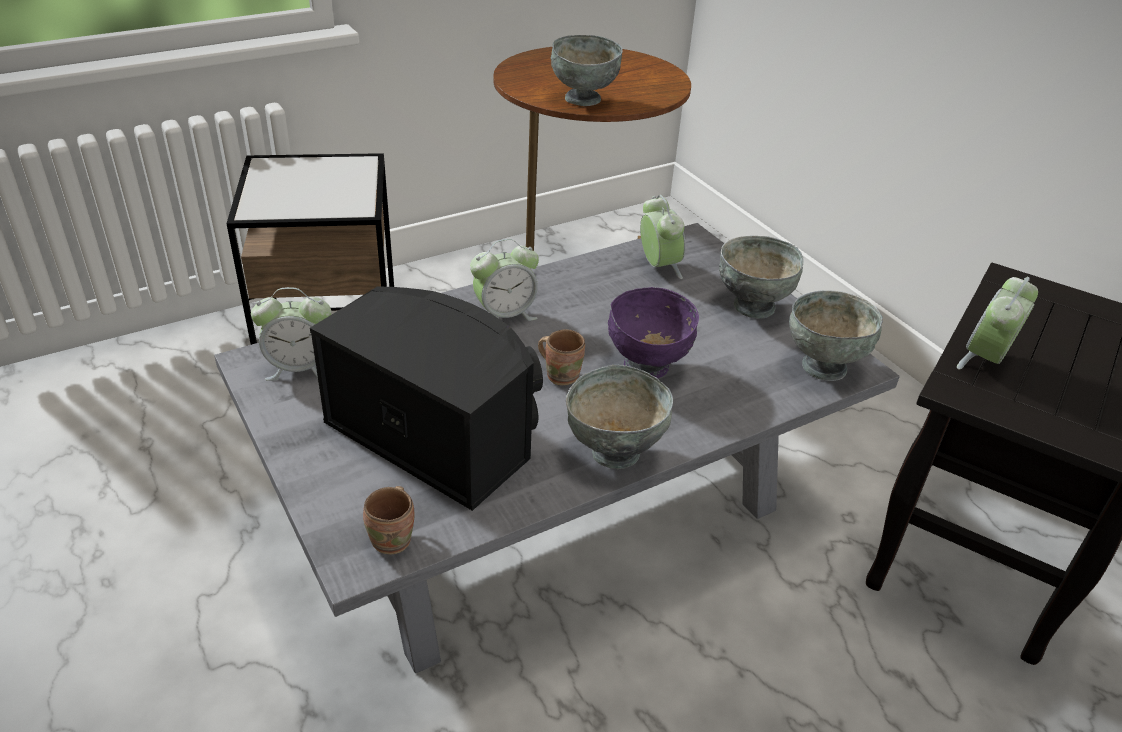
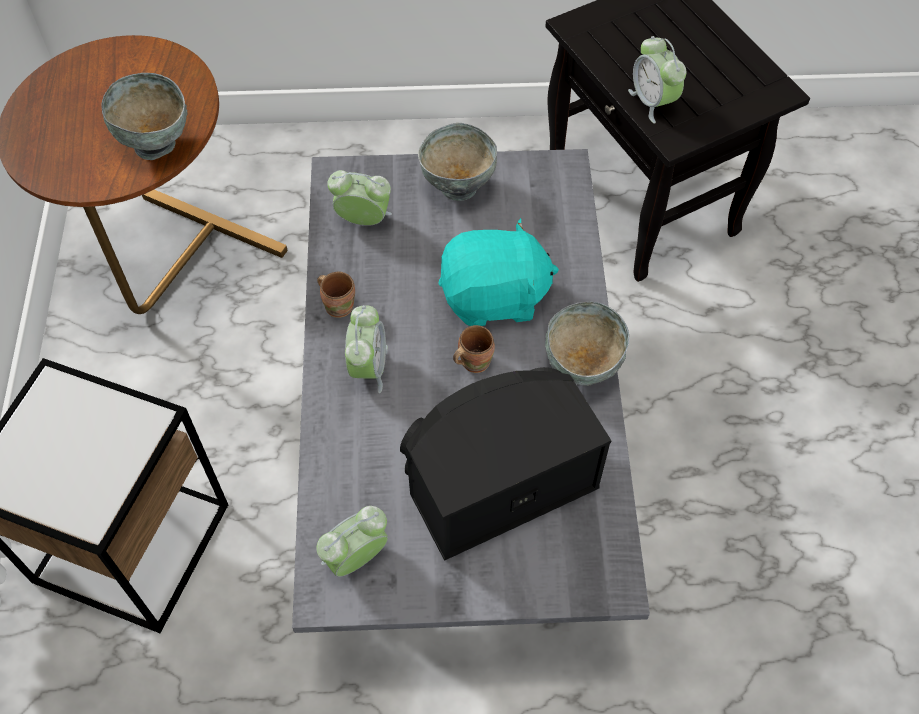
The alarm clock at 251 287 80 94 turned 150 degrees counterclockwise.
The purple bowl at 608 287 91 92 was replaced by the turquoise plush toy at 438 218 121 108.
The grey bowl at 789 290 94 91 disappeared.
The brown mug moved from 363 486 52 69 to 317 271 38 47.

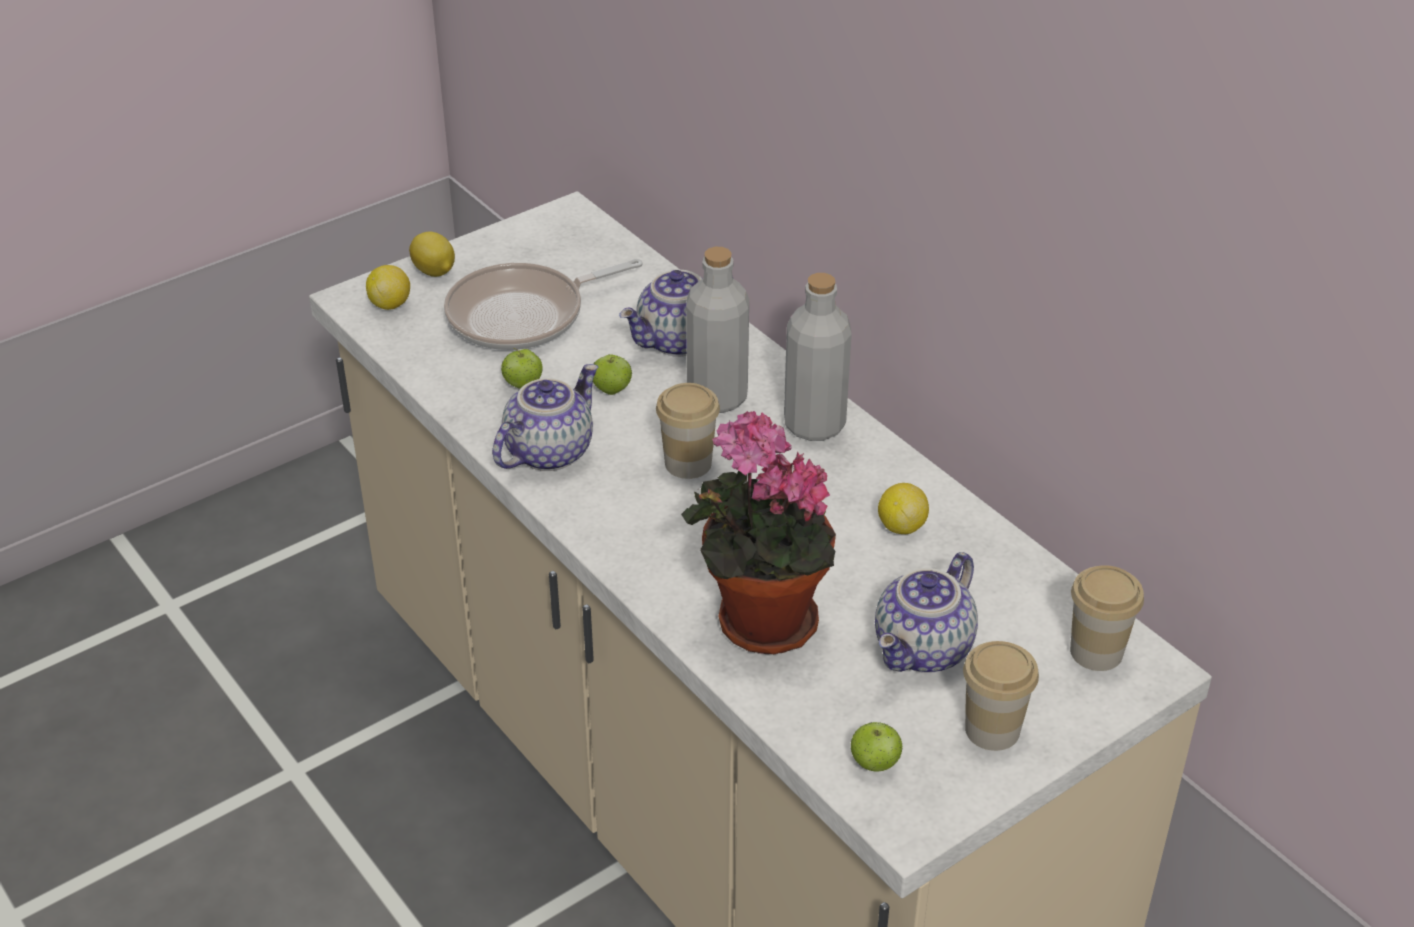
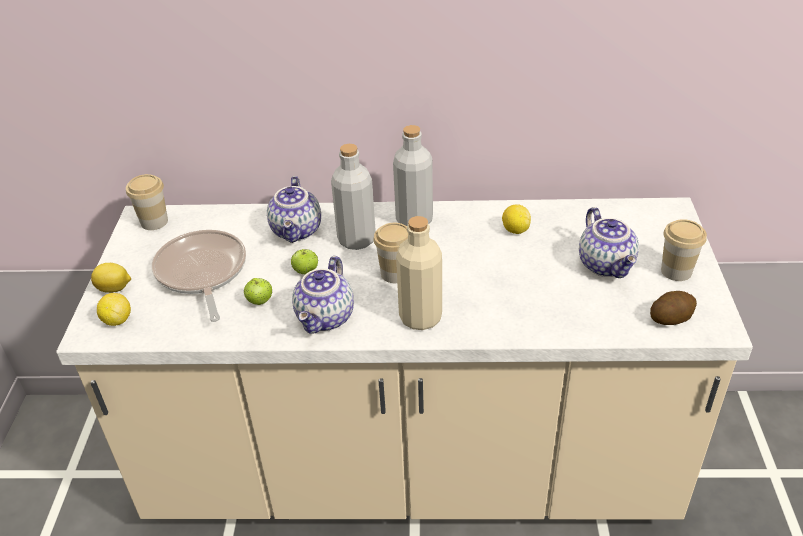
The frying pan at 444 259 199 91 turned 150 degrees clockwise.
The teapot at 492 364 106 107 turned 150 degrees counterclockwise.
The potted plant at 681 411 155 243 disappeared.
The cup moved from 1070 565 74 106 to 126 174 42 56.
The apple at 851 722 51 50 was replaced by the potato at 650 291 47 34.
The beige bottle at 396 216 46 114 appeared.

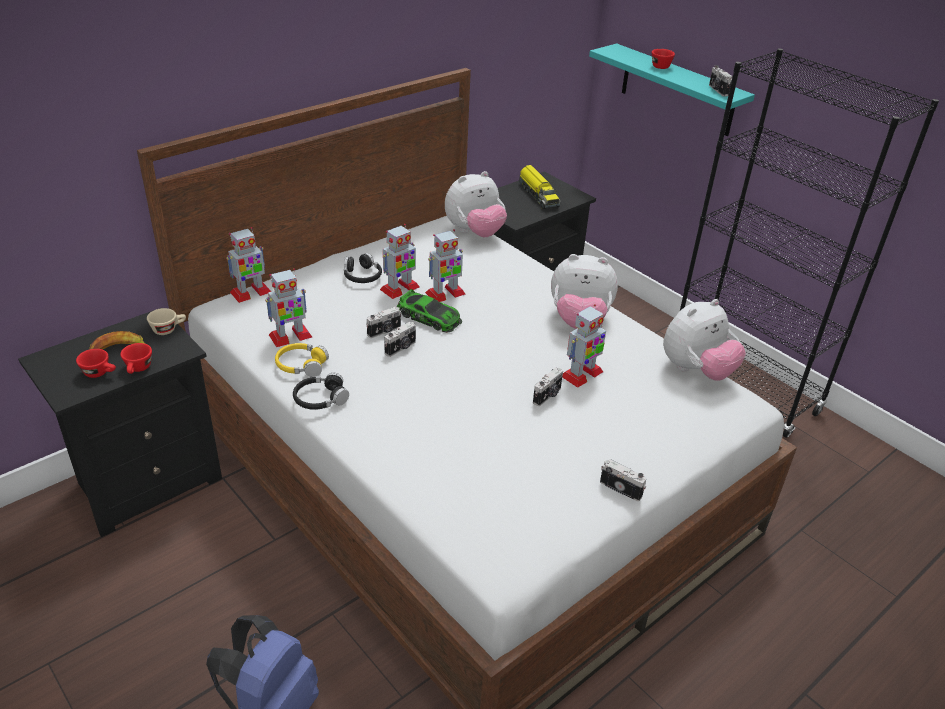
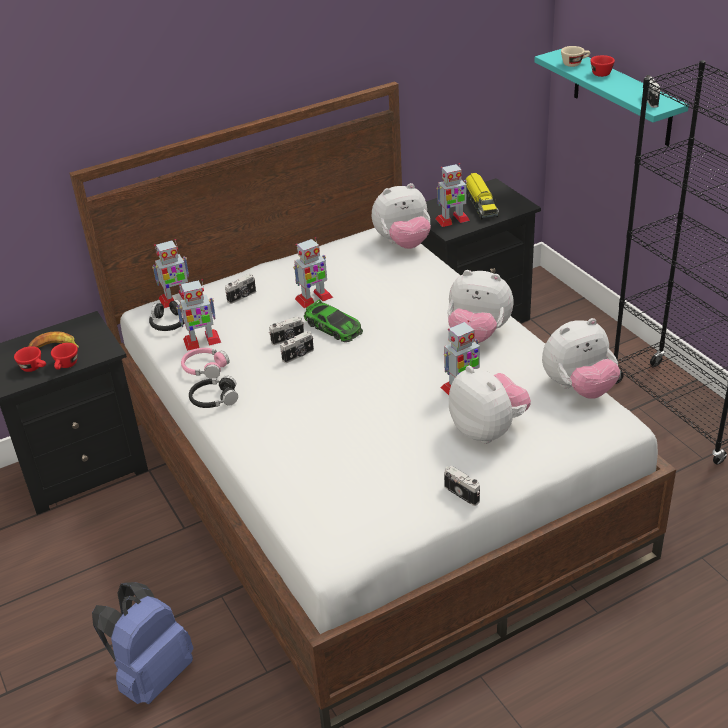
The toy robot moved from 425 229 41 73 to 435 163 35 64.
The black headphones moved from 344 253 38 30 to 149 300 35 31.
The beige cup moved from 147 308 39 27 to 561 46 29 21.
The yellow headphones at 275 343 54 34 became the pink headphones at 181 348 48 31.
The photo camera moved from 533 368 30 38 to 225 274 31 30.
The plush toy at 449 366 82 77 appeared.

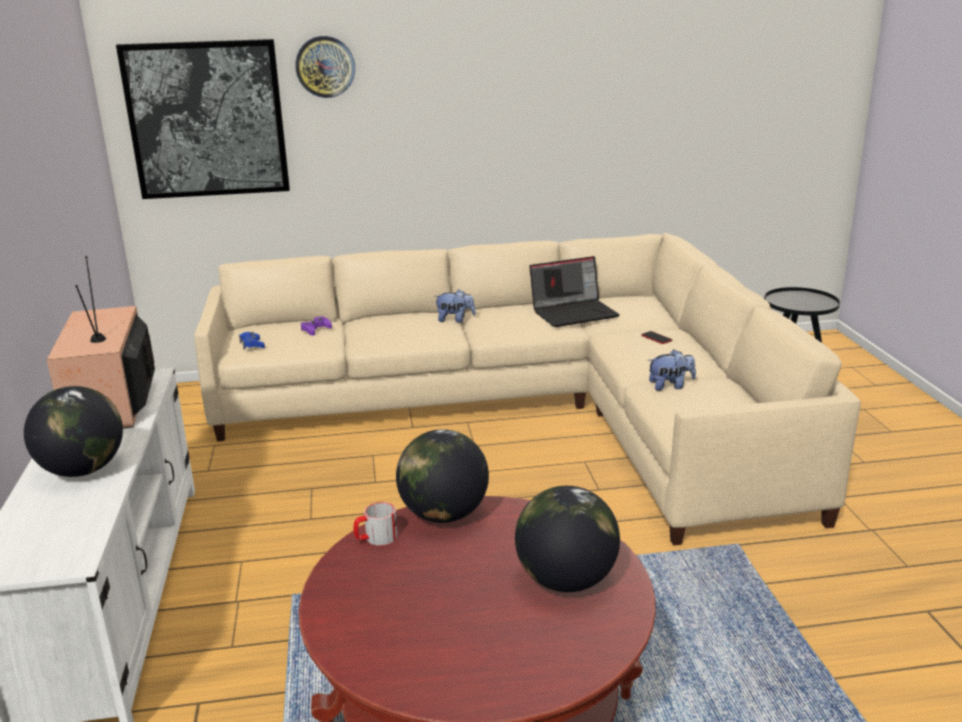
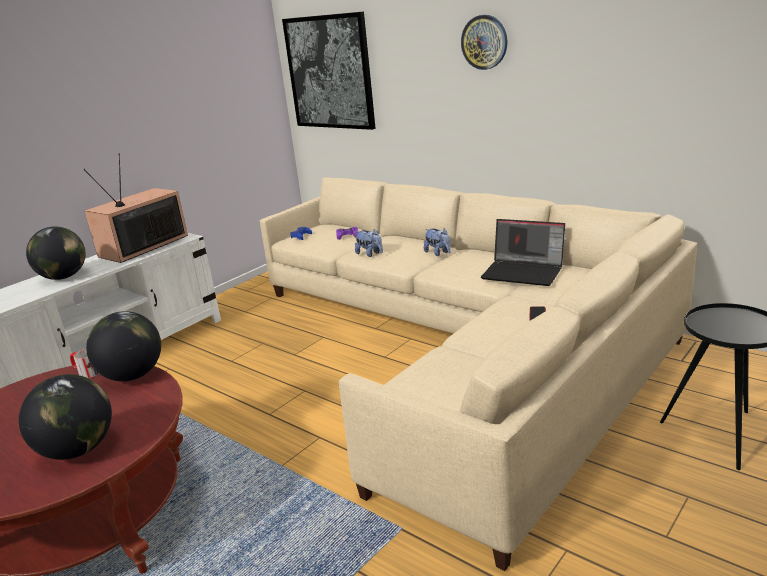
The wall clock moved from 295 36 60 62 to 461 15 47 55.
The plush toy moved from 648 349 48 42 to 355 229 28 28.

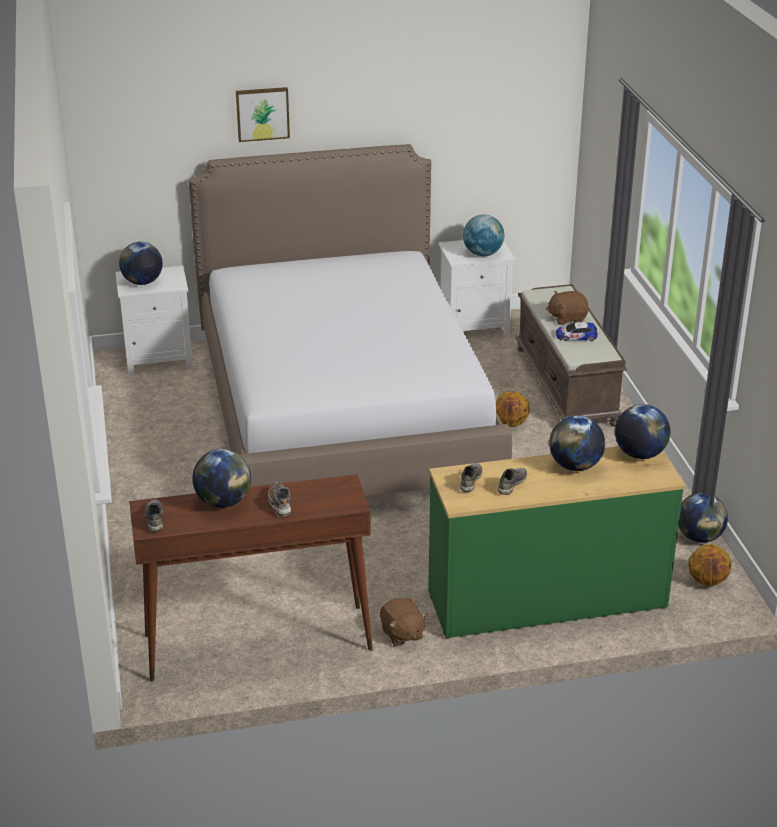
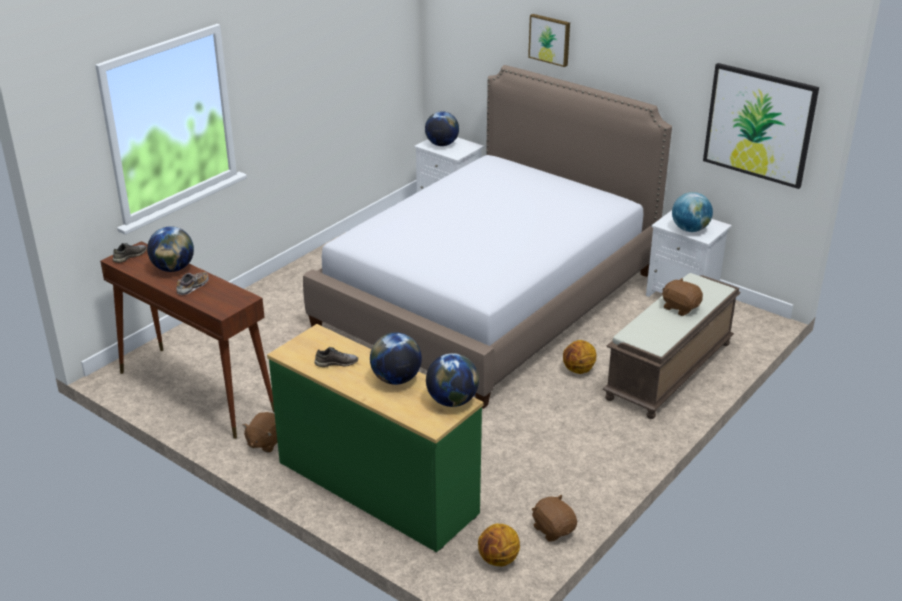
The toy car at 556 322 42 19 disappeared.
The grey shoe at 460 463 22 29 disappeared.
The globe at 679 493 49 50 was replaced by the brown plush toy at 531 495 46 47.
The picture at 703 63 116 126 appeared.

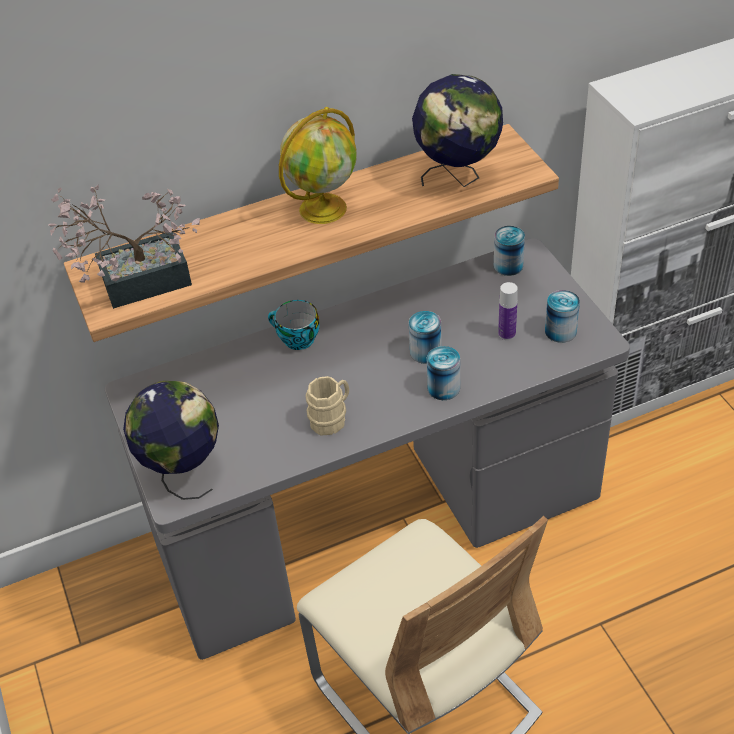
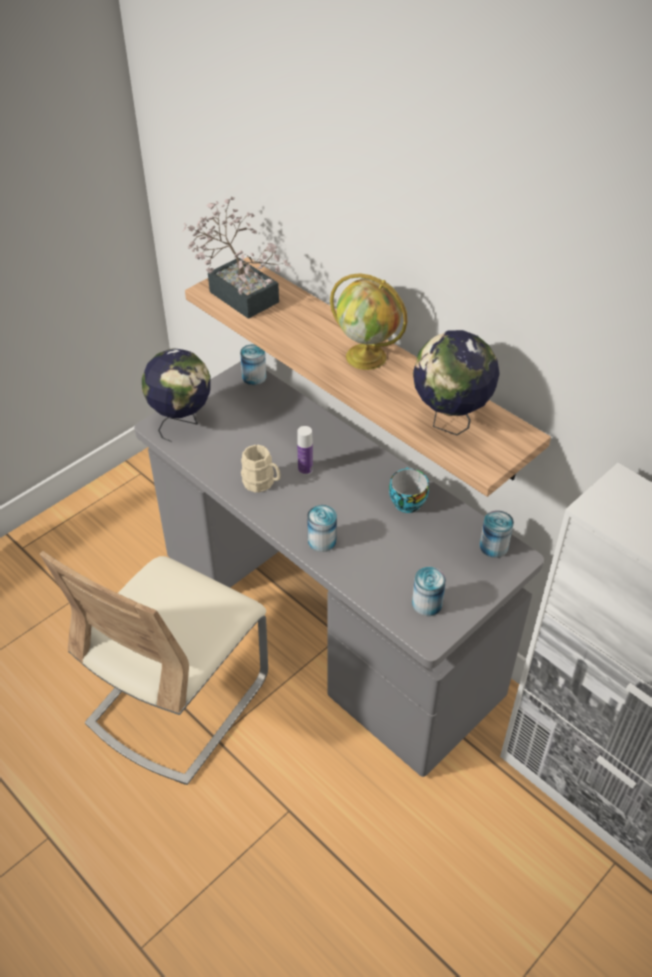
The bottle moved from 498 282 20 58 to 297 426 16 49.
The cup moved from 268 300 52 50 to 389 467 40 46.
The can moved from 409 311 33 53 to 240 344 26 41.

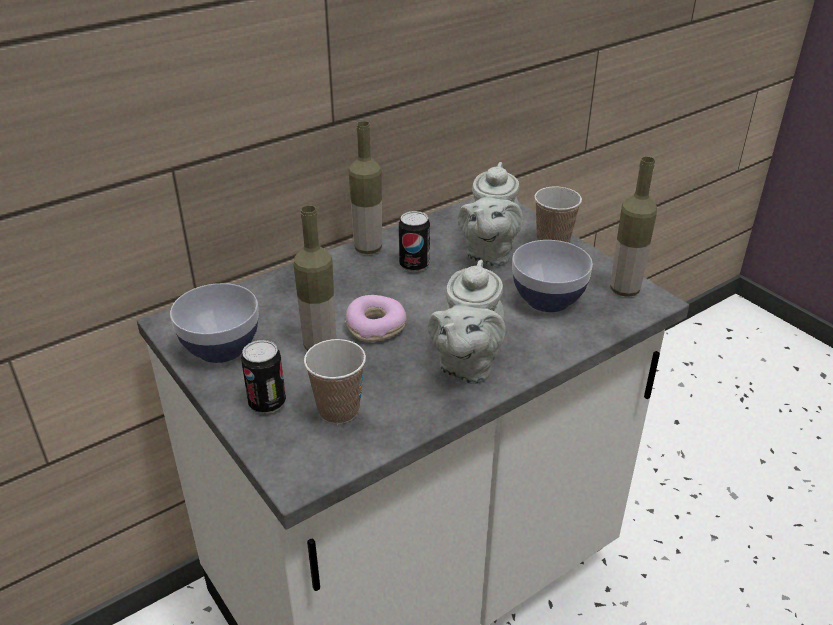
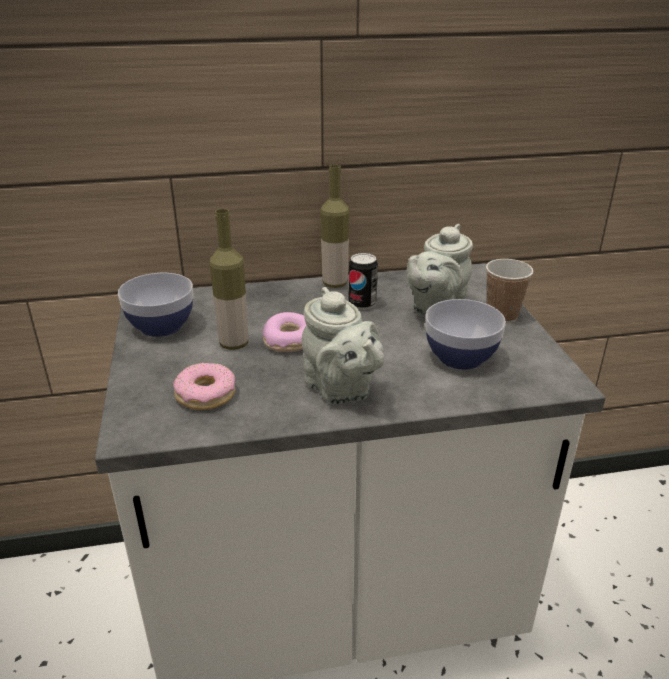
The bottle at 610 156 47 141 disappeared.
The grey teapot at 428 260 78 124 turned 75 degrees counterclockwise.
The cup at 304 339 62 85 was replaced by the donut at 173 363 63 47.
The can at 241 340 45 74 disappeared.

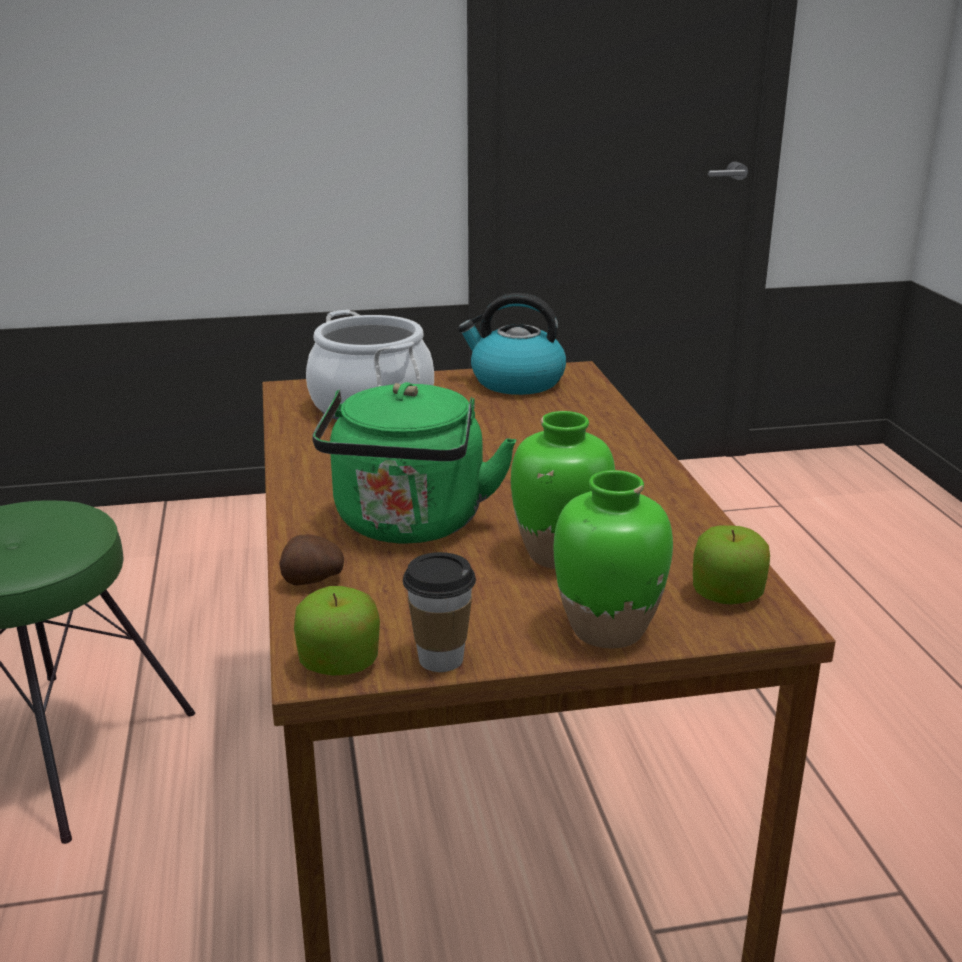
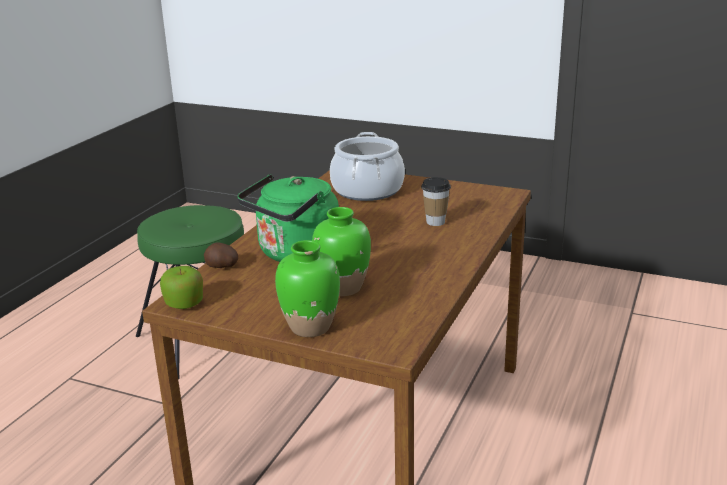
The kettle at 458 293 108 102 disappeared.
The apple at 693 525 77 79 disappeared.
The cup moved from 403 552 73 120 to 421 177 30 49.

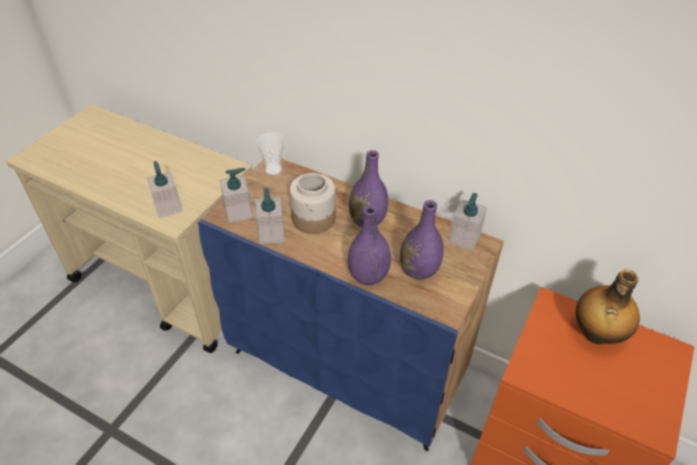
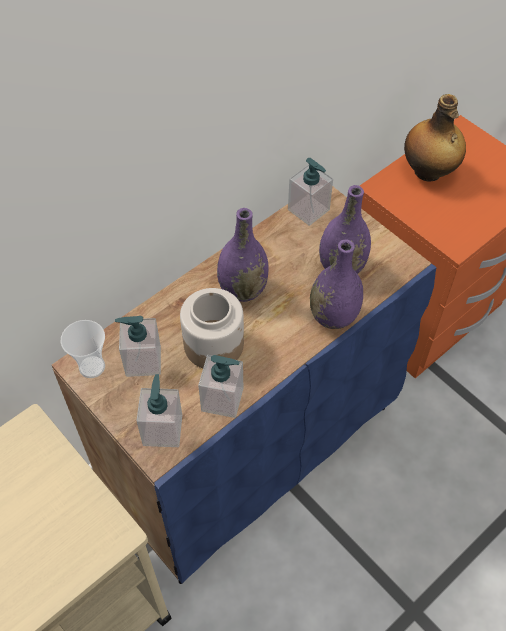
The soap dispenser moved from 147 161 35 57 to 115 316 46 61.

